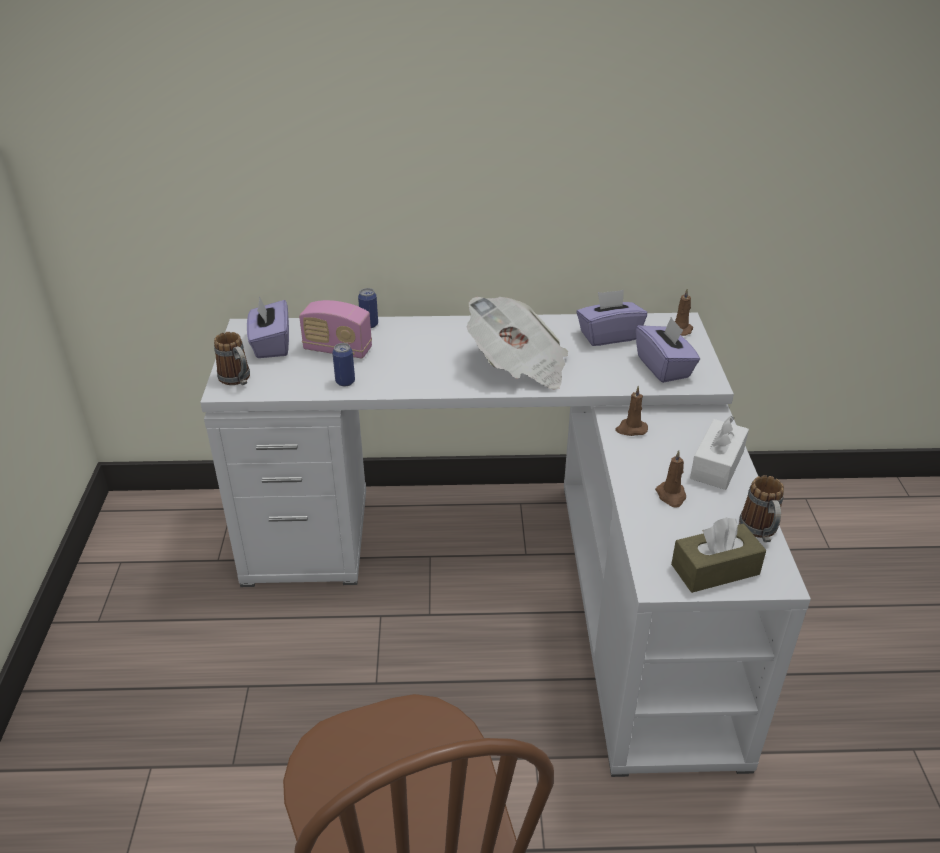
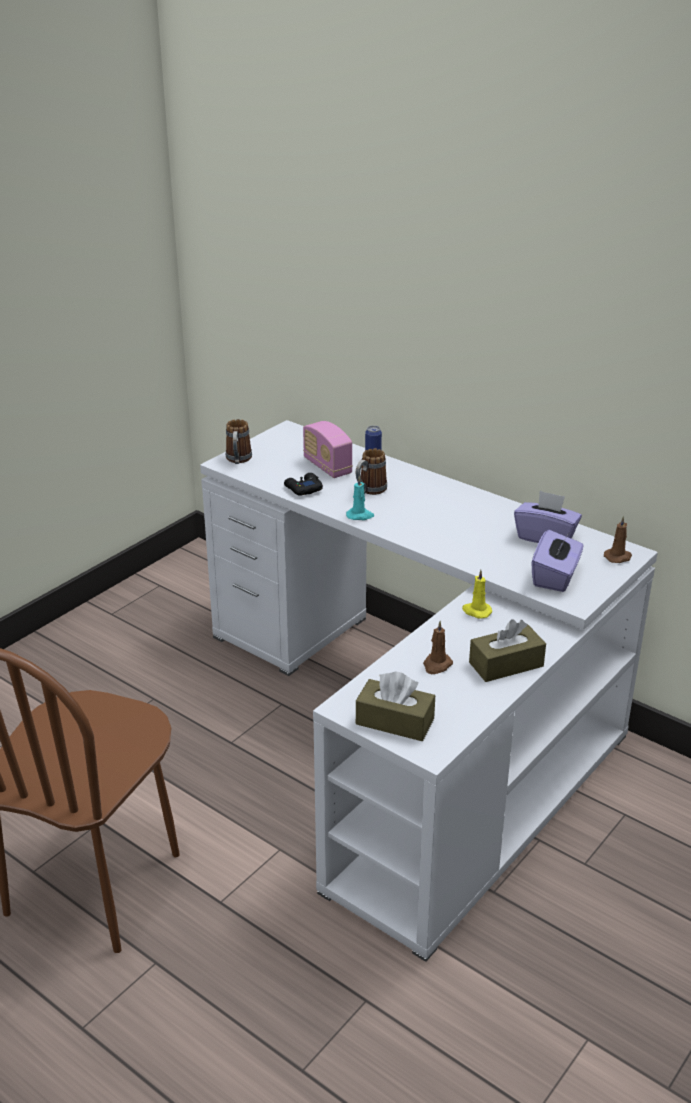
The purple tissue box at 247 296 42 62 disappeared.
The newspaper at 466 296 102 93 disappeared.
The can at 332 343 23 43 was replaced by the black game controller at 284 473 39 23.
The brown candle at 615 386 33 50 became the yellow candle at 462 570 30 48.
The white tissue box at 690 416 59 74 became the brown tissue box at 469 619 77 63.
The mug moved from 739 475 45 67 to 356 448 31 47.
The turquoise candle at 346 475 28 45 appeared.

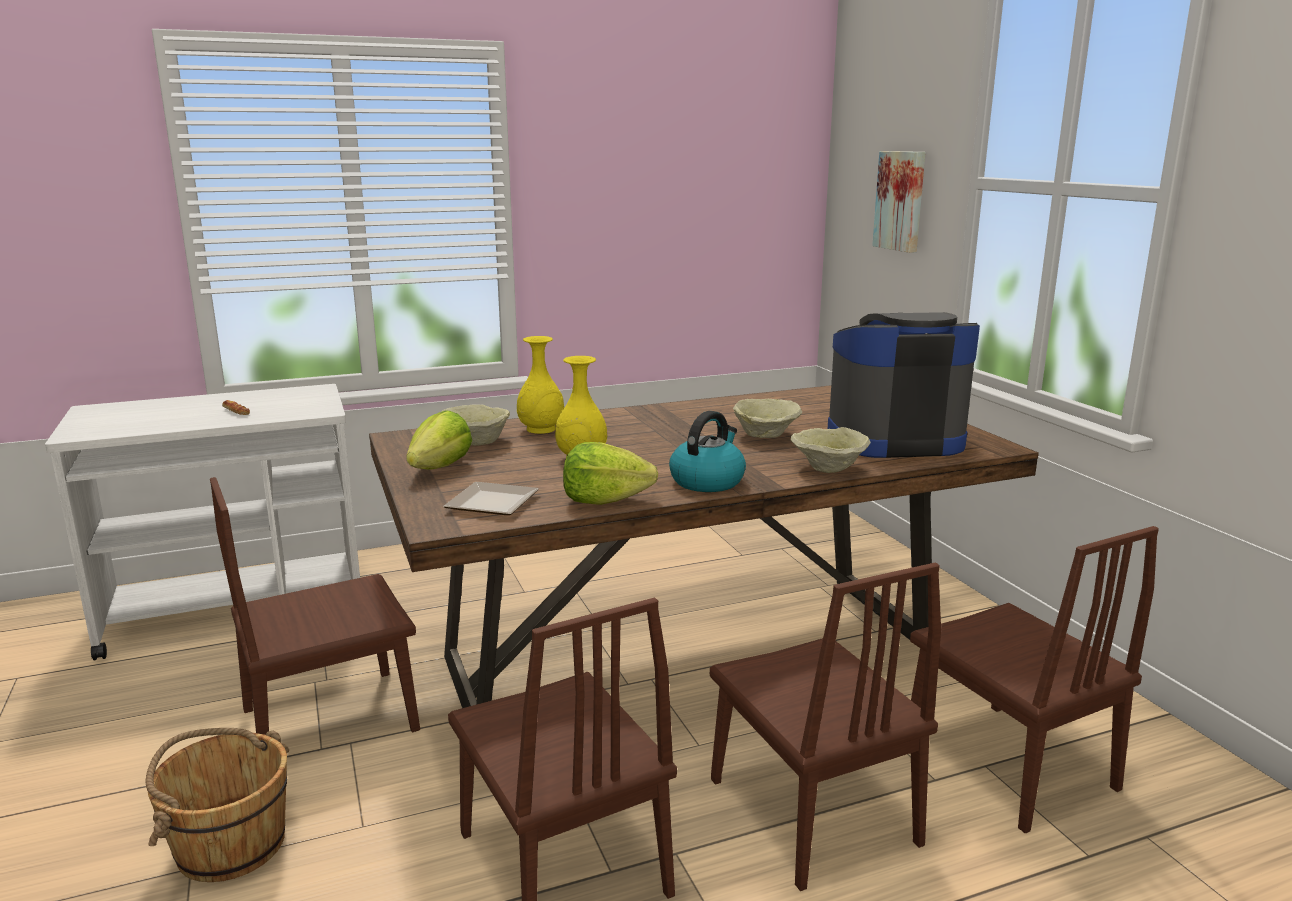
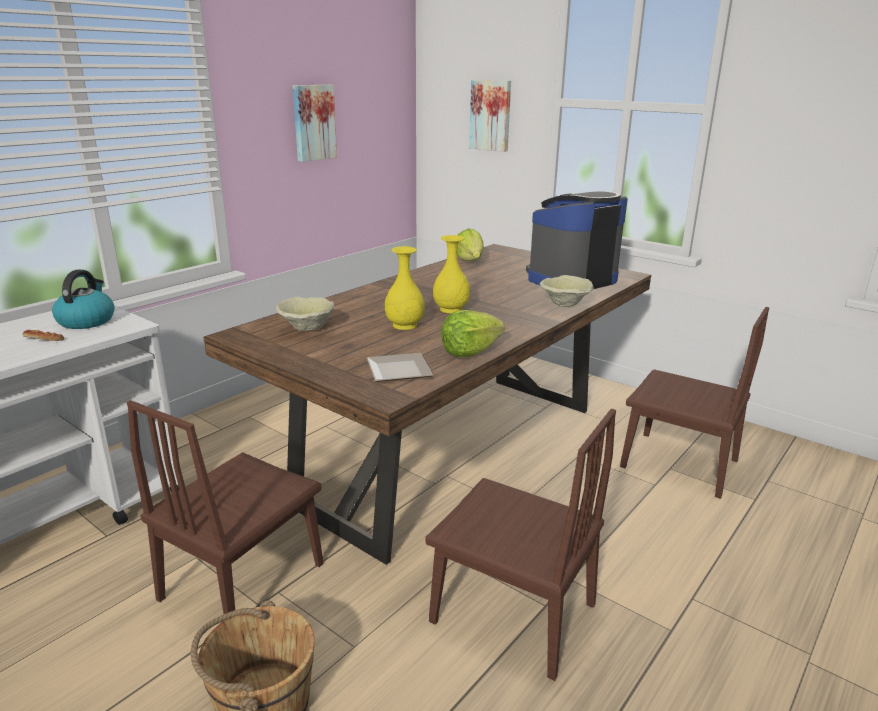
The yellow vase moved from 517 336 47 98 to 433 235 37 78.
The beige bowl at 733 399 69 39 disappeared.
The lettuce moved from 406 410 66 60 to 457 229 27 32.
The kettle moved from 669 411 77 81 to 52 270 63 59.
The brown chair at 710 562 231 329 disappeared.
The picture at 293 85 44 77 appeared.

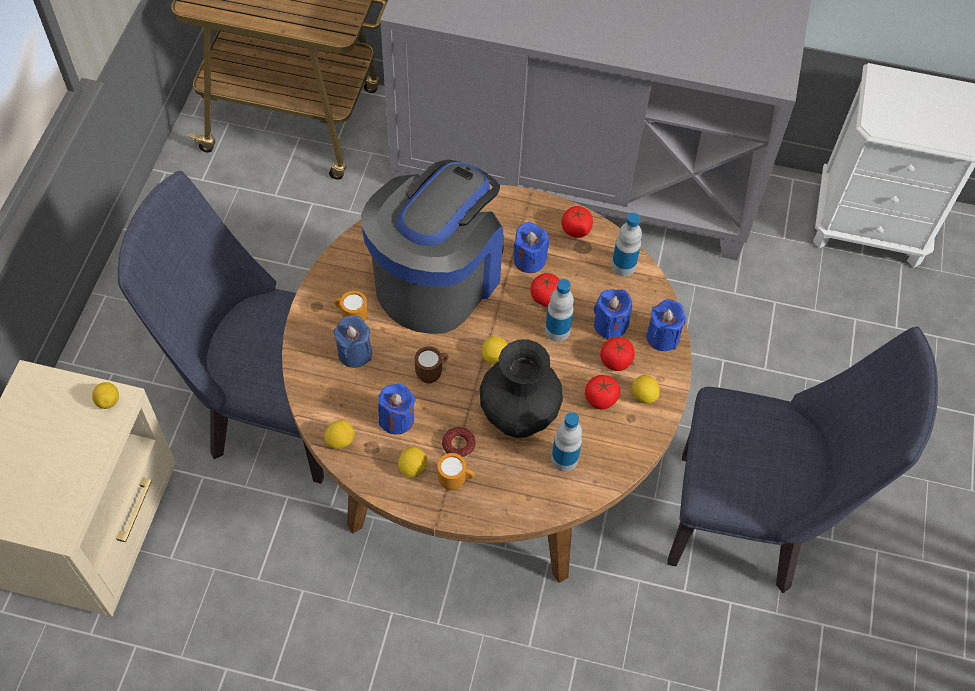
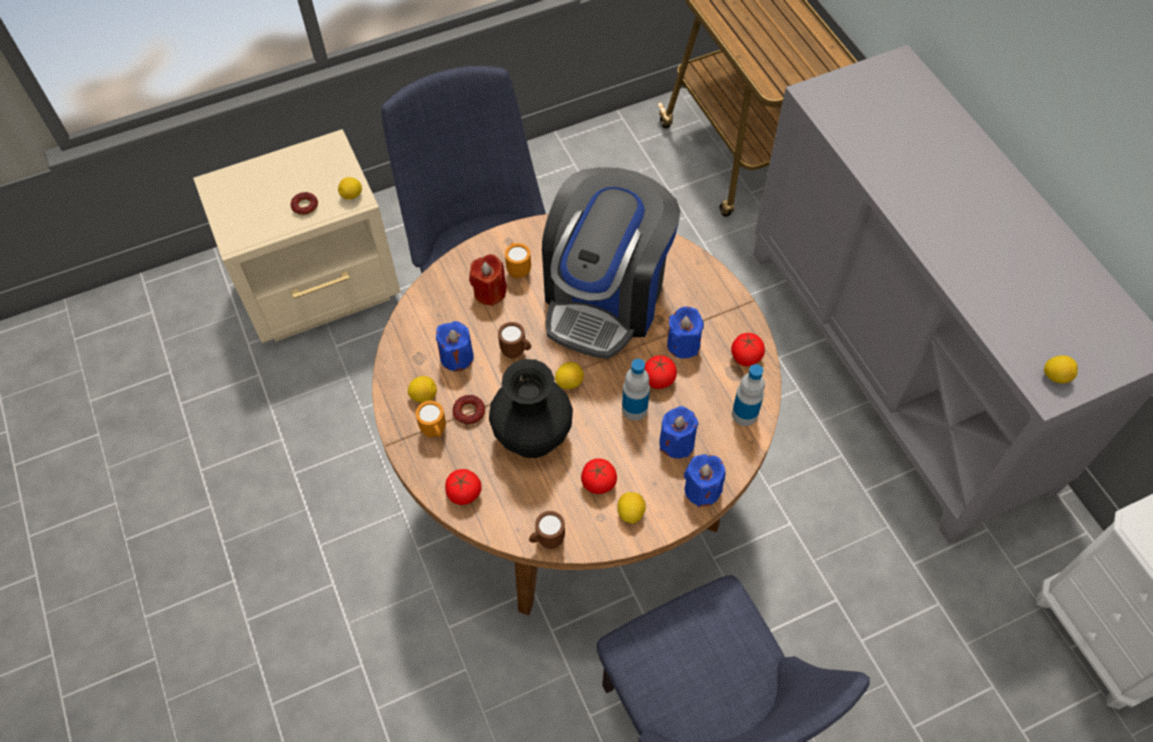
The coffee machine at 361 160 143 174 turned 120 degrees clockwise.
The blue candle at 334 315 38 53 became the red candle at 469 254 38 52.
The tomato moved from 600 337 35 34 to 445 469 37 36.
The bottle at 551 412 31 60 disappeared.
The lemon moved from 325 420 30 29 to 1044 355 34 28.
The donut at 290 192 28 23 appeared.
The brown mug at 529 511 36 38 appeared.

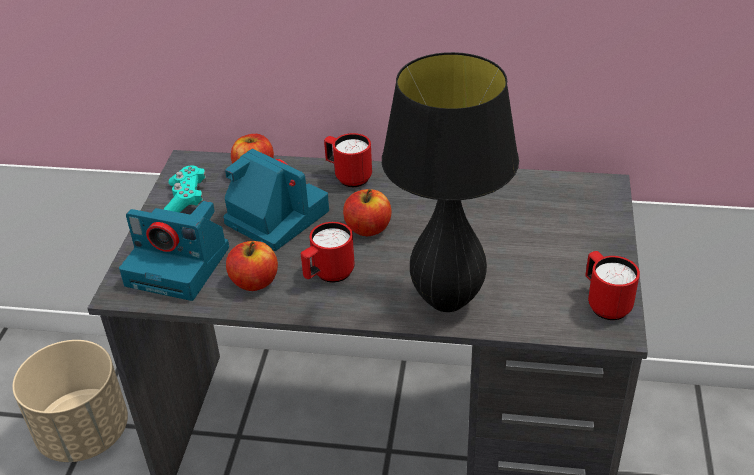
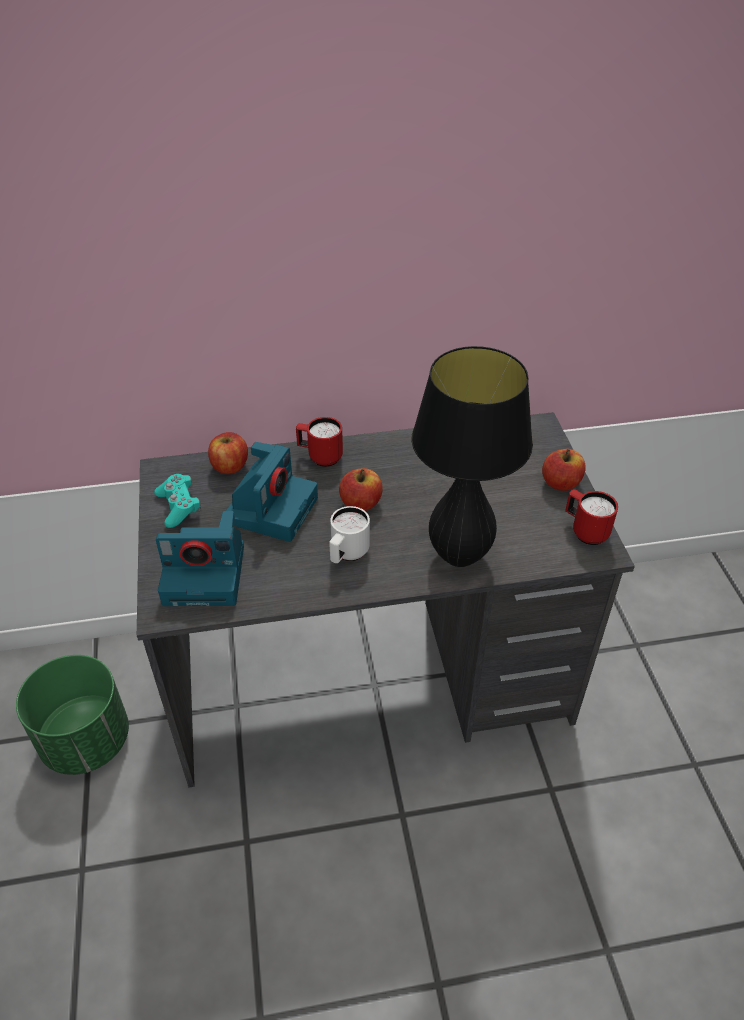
The photo camera at 223 149 106 102 turned 90 degrees clockwise.
The red mug at 300 222 55 61 became the white mug at 329 506 41 57.
The apple moved from 226 241 52 50 to 542 449 44 42.
The beige planter at 12 340 116 122 became the green planter at 16 655 113 120.

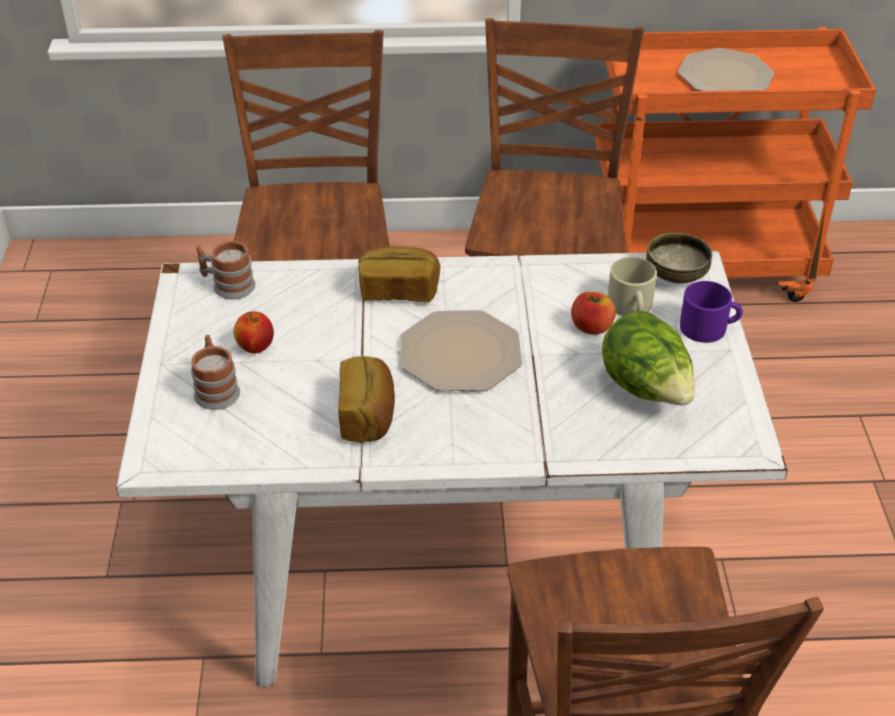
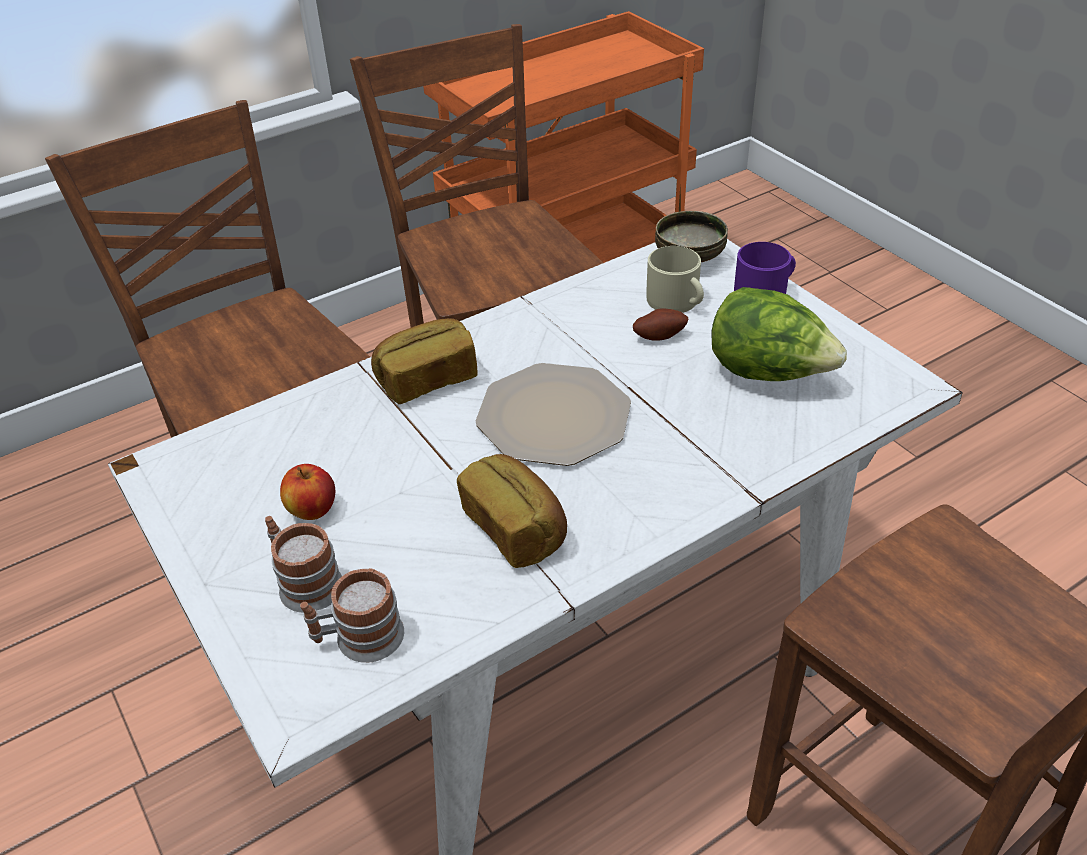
The plate at 677 48 97 43 disappeared.
The mug moved from 196 241 60 58 to 300 568 104 95.
The apple at 571 292 45 43 was replaced by the potato at 633 308 55 33.

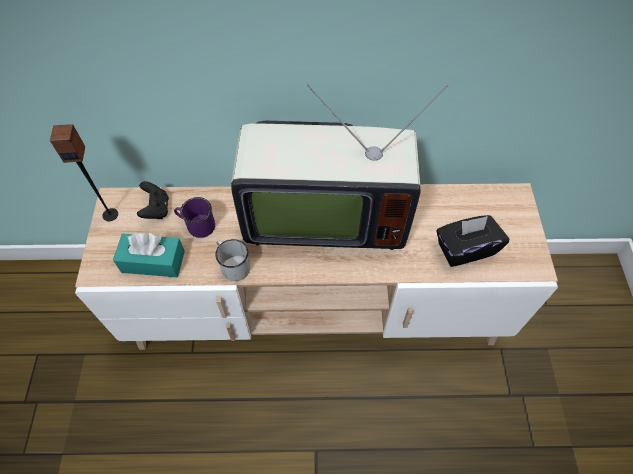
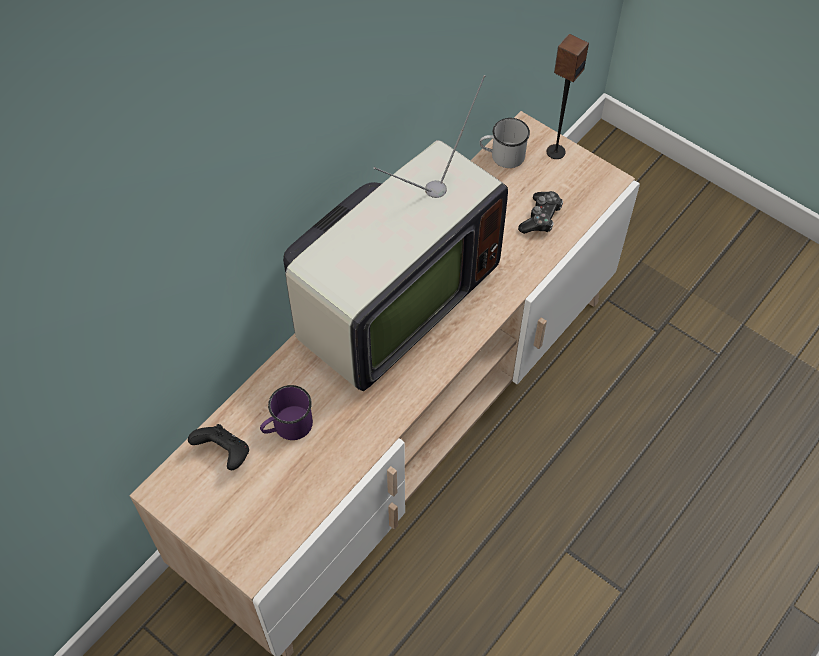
The speaker moved from 50 124 68 97 to 547 34 42 125.
The black tissue box at 437 215 72 52 was replaced by the game controller at 518 191 45 43.
The turquoise tissue box at 113 233 72 44 disappeared.
The white mug moved from 215 239 35 42 to 480 118 50 50.

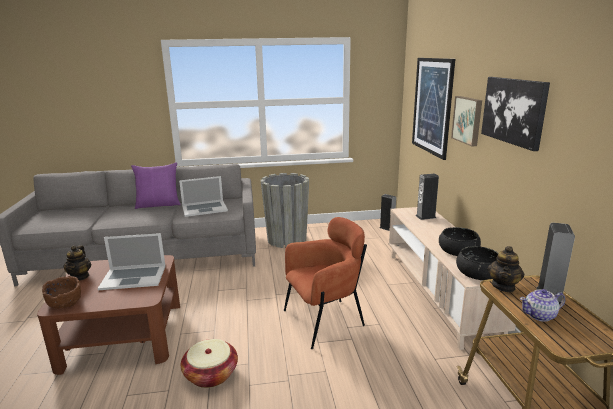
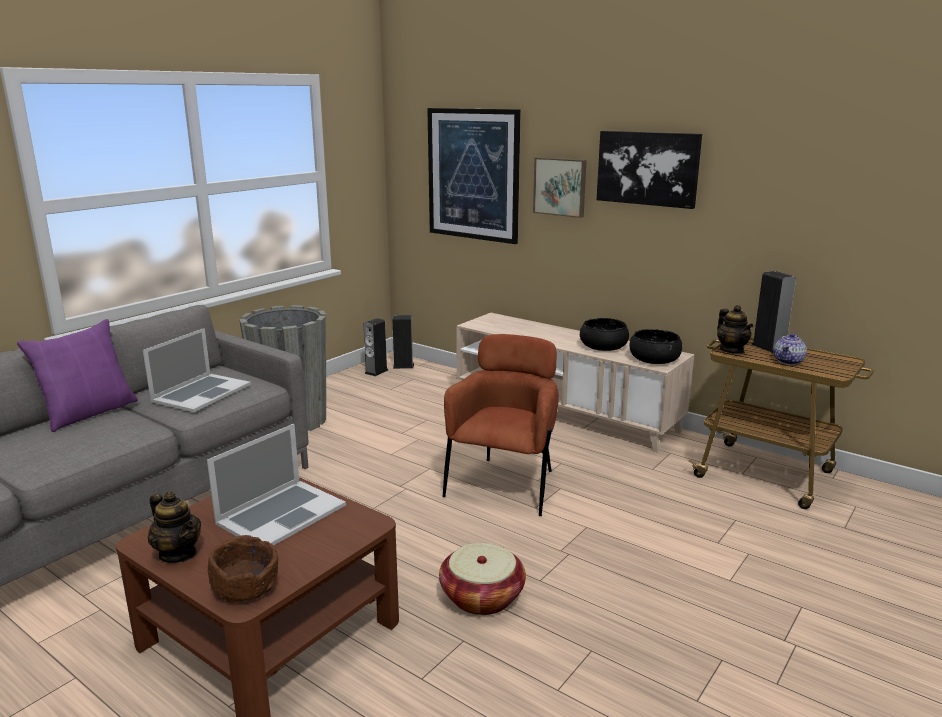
The speaker moved from 416 174 23 46 to 364 318 24 58.

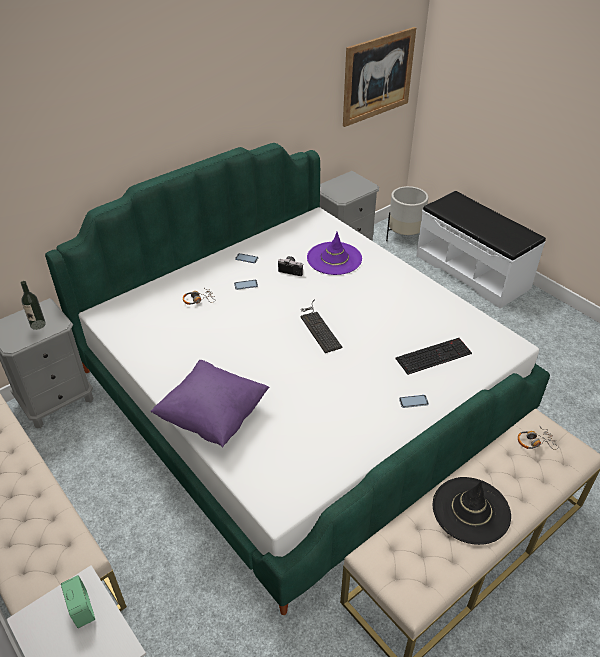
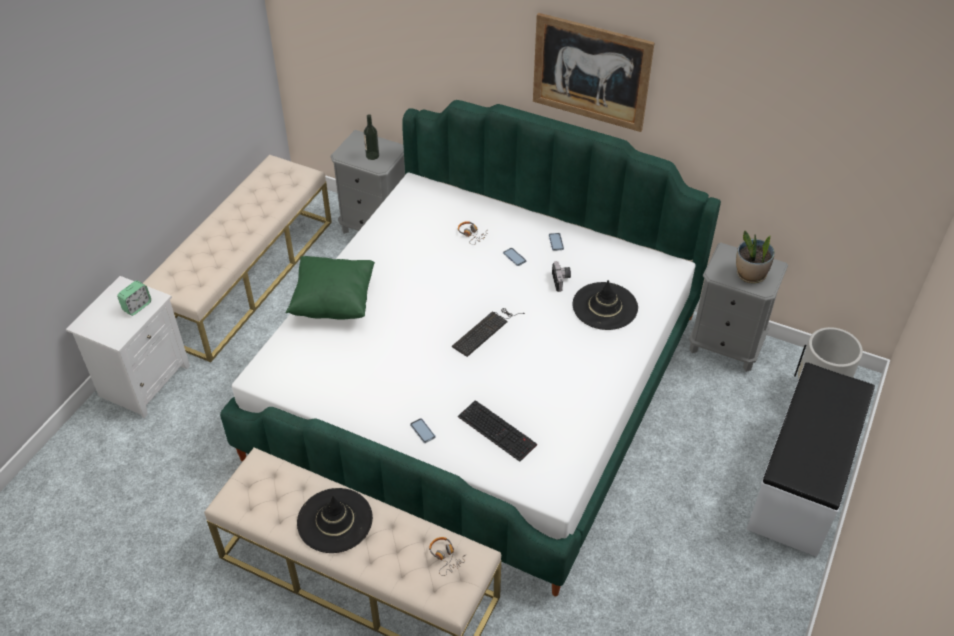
The picture moved from 343 27 73 100 to 533 13 122 119.
The purple hat at 307 232 55 43 became the black hat at 573 280 65 50.
The purple pillow at 150 360 120 88 became the green pillow at 286 256 89 64.
The potted plant at 736 231 39 52 appeared.

